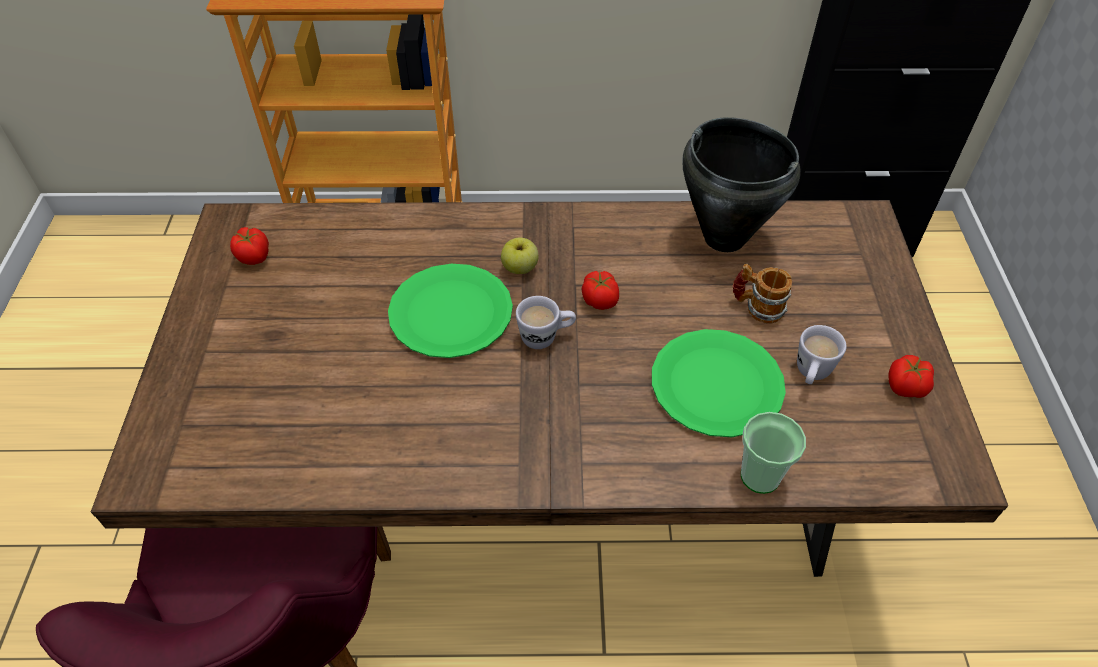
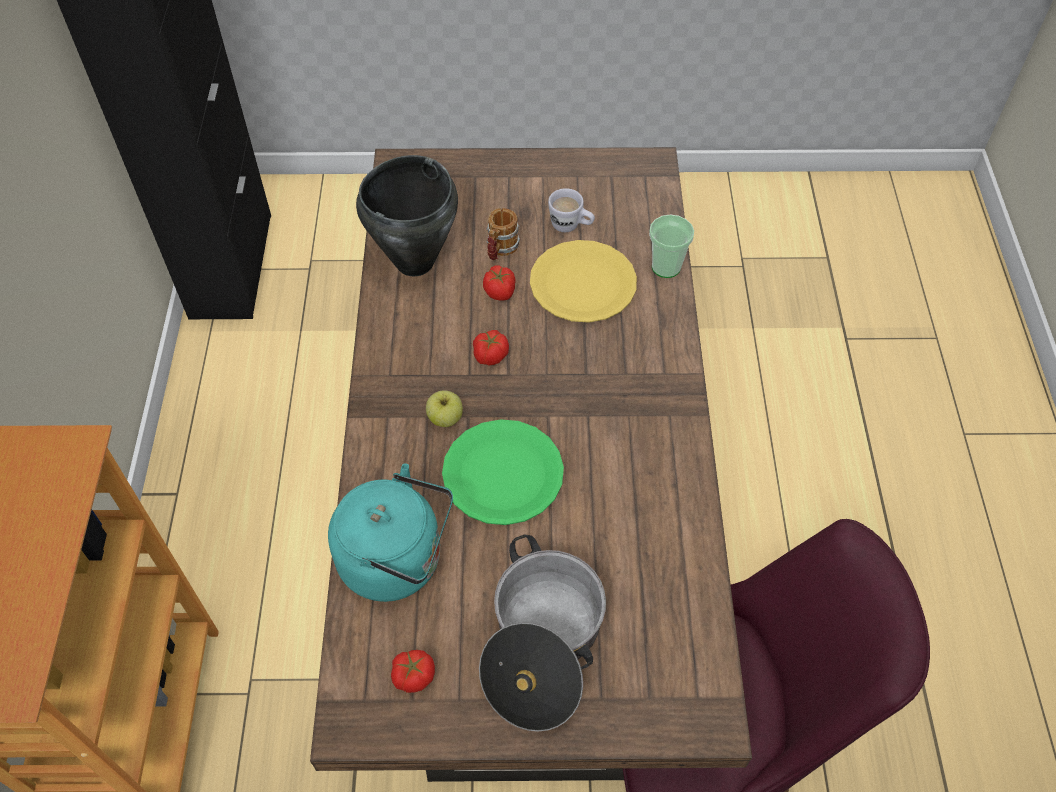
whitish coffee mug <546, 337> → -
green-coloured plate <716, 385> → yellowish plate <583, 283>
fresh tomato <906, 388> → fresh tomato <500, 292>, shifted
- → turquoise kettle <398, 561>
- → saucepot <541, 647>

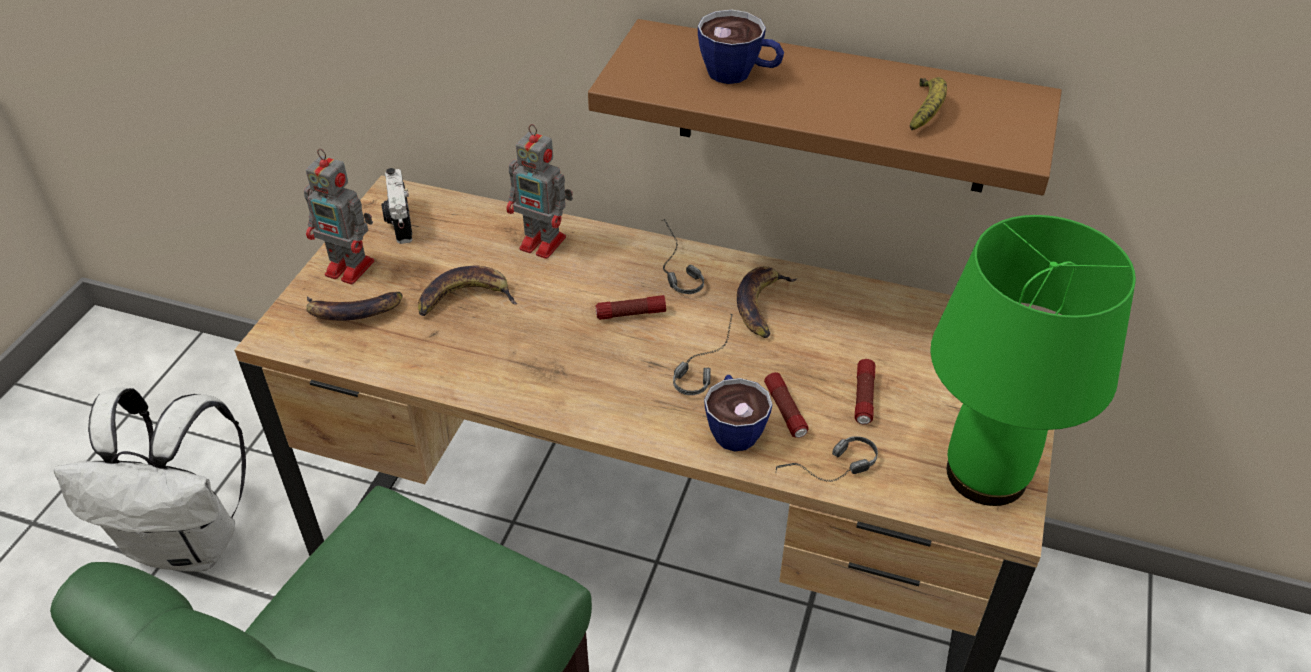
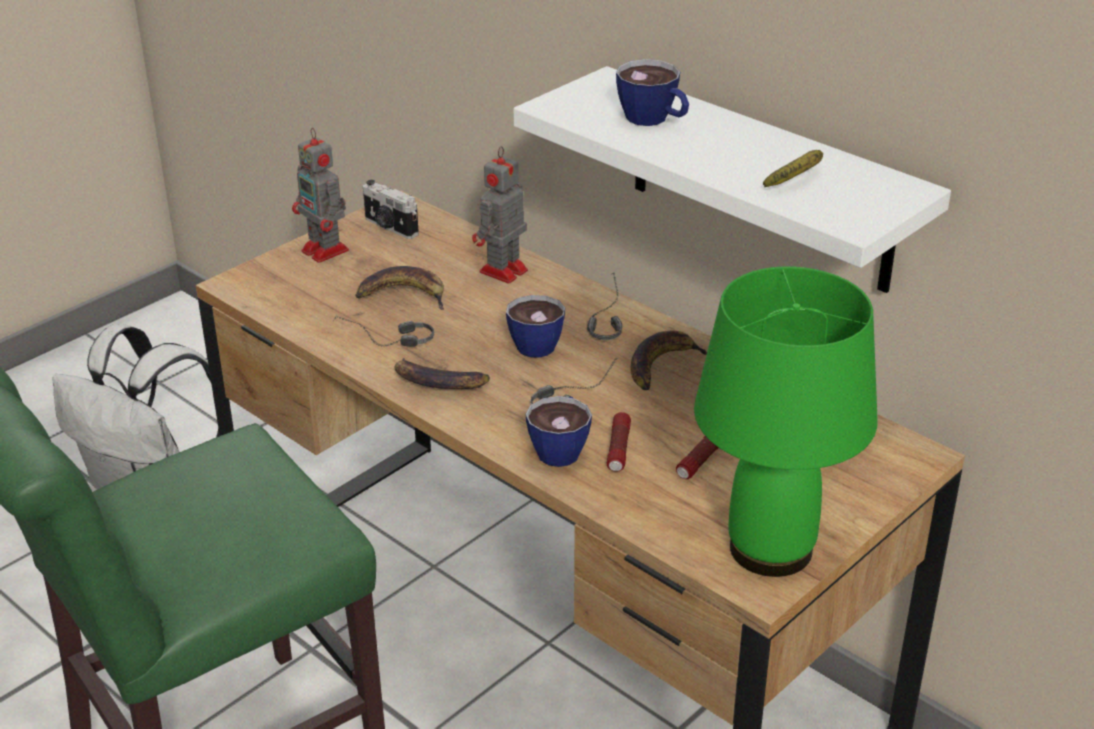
brown-coloured bracket shelf <833, 108> → whitish bracket shelf <760, 180>
robot figure <545, 243> → robot figure <502, 272>, 75 degrees clockwise
photo camera <399, 222> → photo camera <390, 227>, 60 degrees counterclockwise
banana <353, 312> → banana <437, 382>, shifted
hand torch <631, 314> → cup <537, 342>
headset <827, 473> → headset <385, 341>, shifted

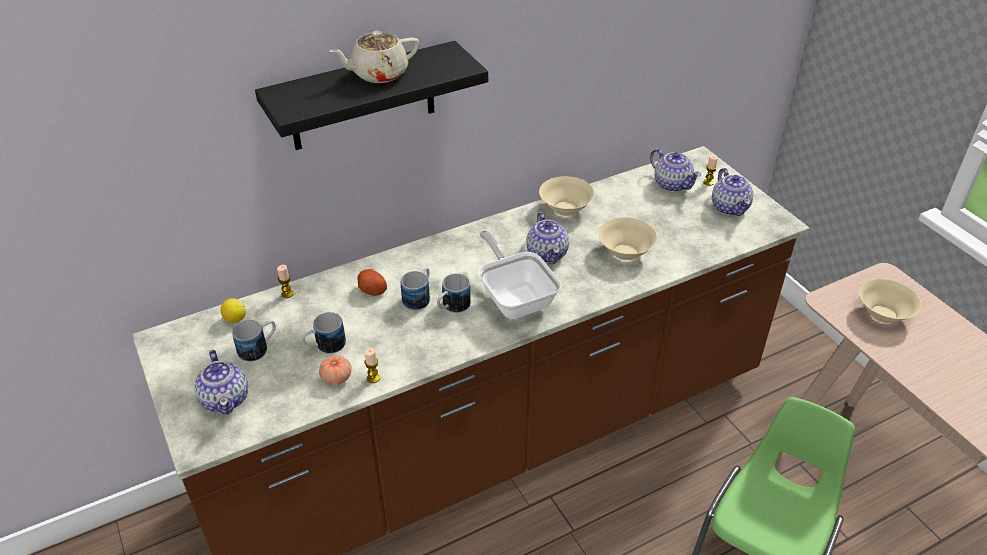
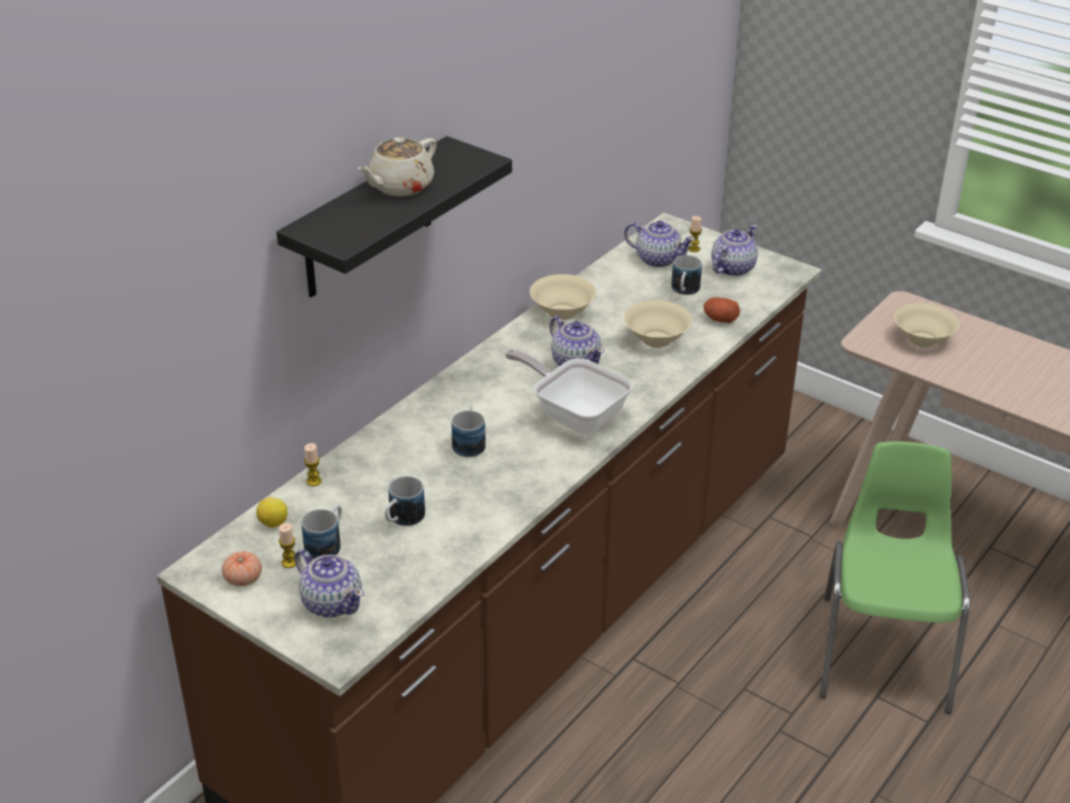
tea pot <730, 207> → tea pot <732, 268>, 105 degrees counterclockwise
spud <371, 289> → spud <719, 319>, shifted
coffee mug <452, 307> → coffee mug <684, 291>, shifted
wax light <373, 378> → wax light <289, 562>, shifted
fresh tomato <336, 377> → fresh tomato <243, 579>, shifted

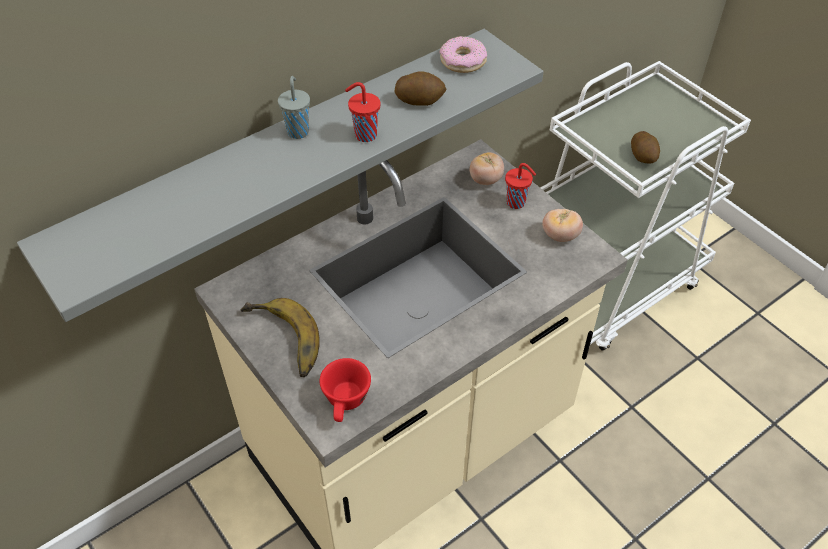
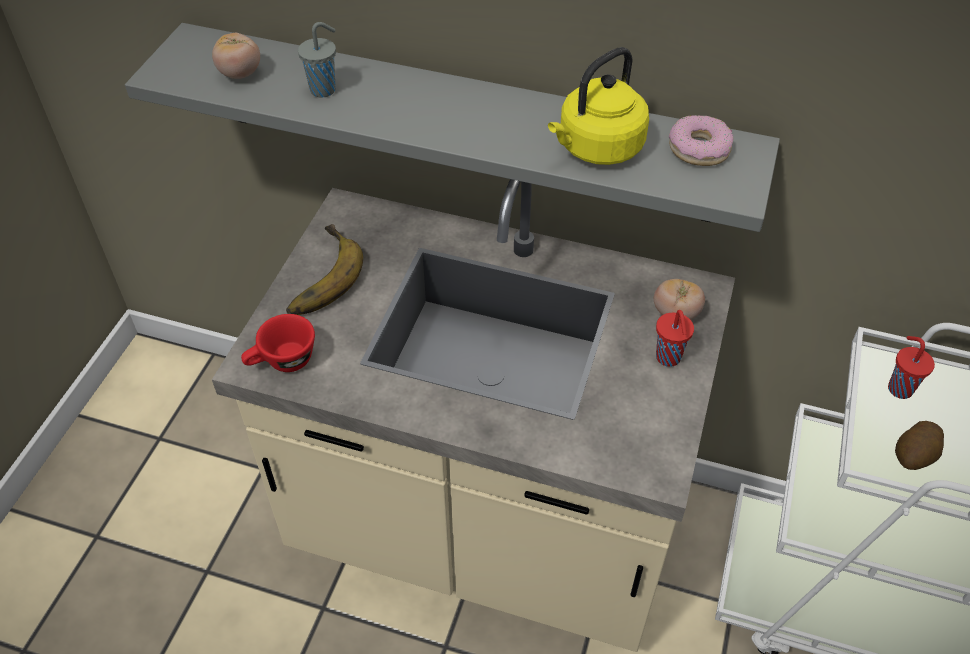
spud <420, 100> → yellowish kettle <597, 149>
grey cup <298, 131> → grey cup <324, 89>, shifted
reddish cup <364, 135> → reddish cup <899, 388>, shifted
fresh tomato <560, 236> → fresh tomato <240, 73>, shifted

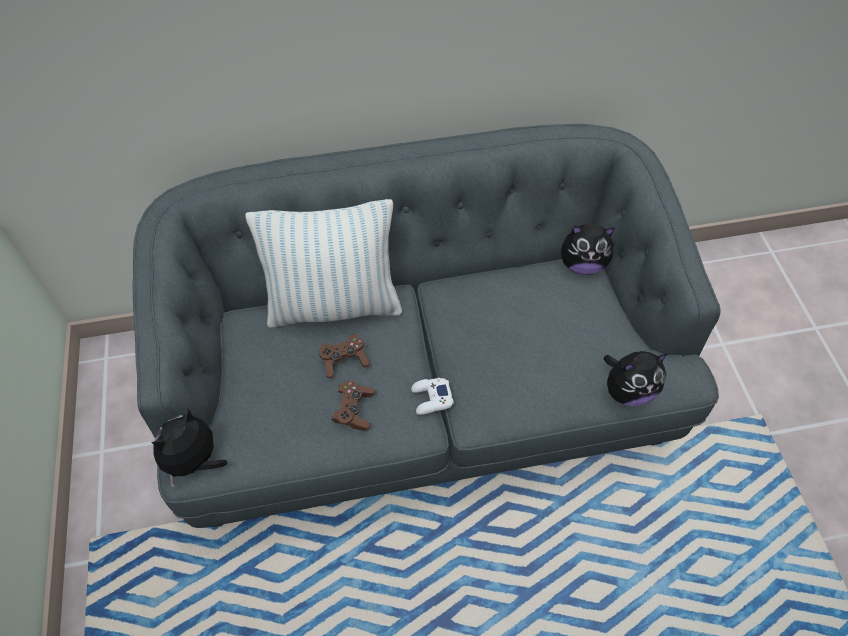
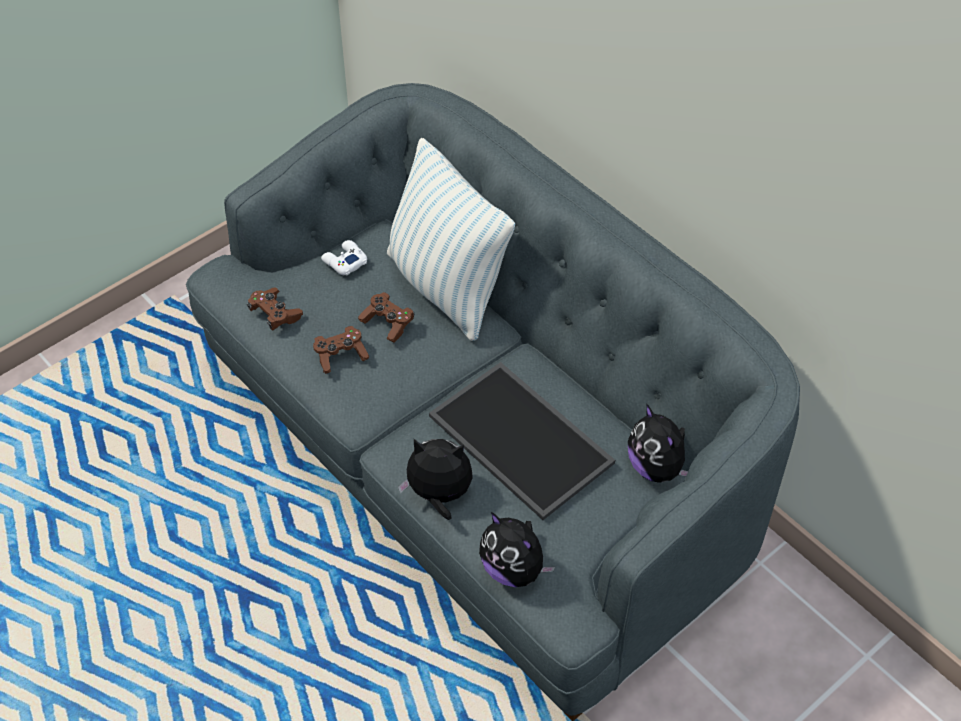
whitish game controller <431, 399> → whitish game controller <344, 261>, shifted
cuddly toy <194, 461> → cuddly toy <439, 495>, shifted
- → brown-coloured game controller <275, 314>
- → tray <524, 439>

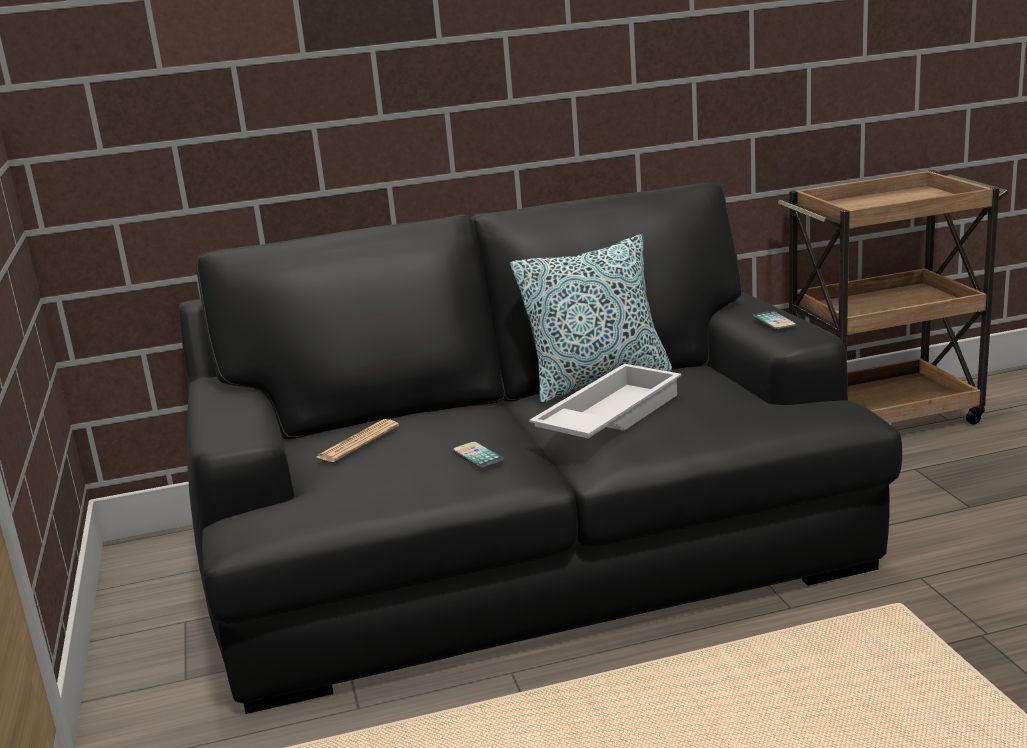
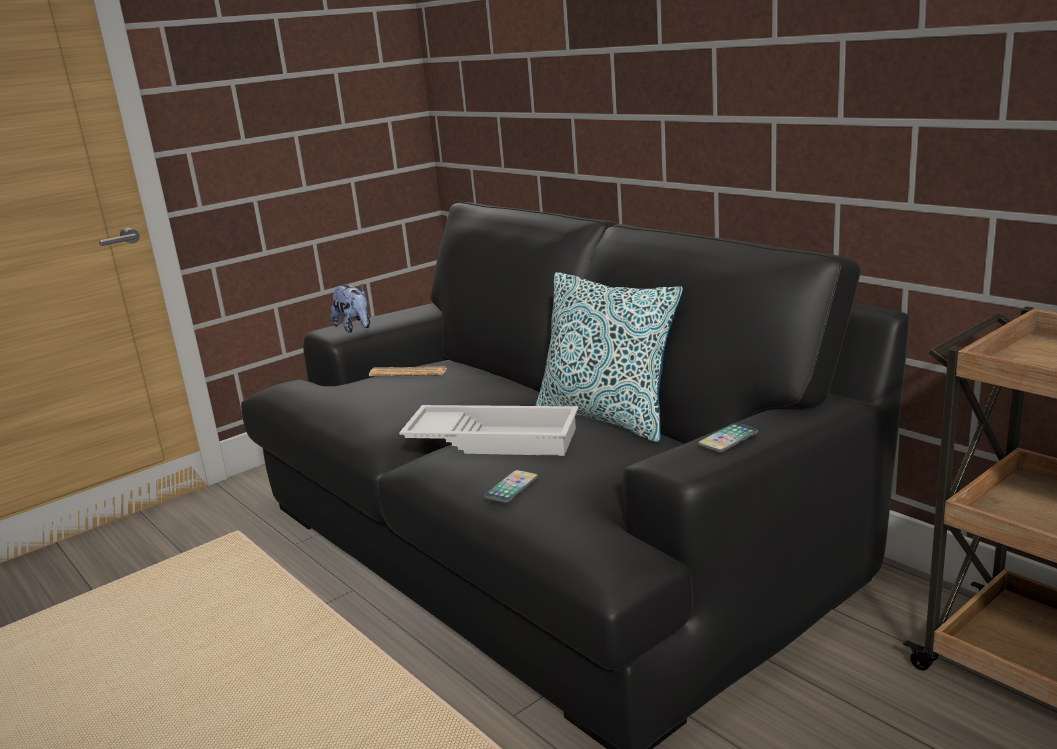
phone <477, 456> → phone <511, 488>, shifted
- → cuddly toy <355, 328>

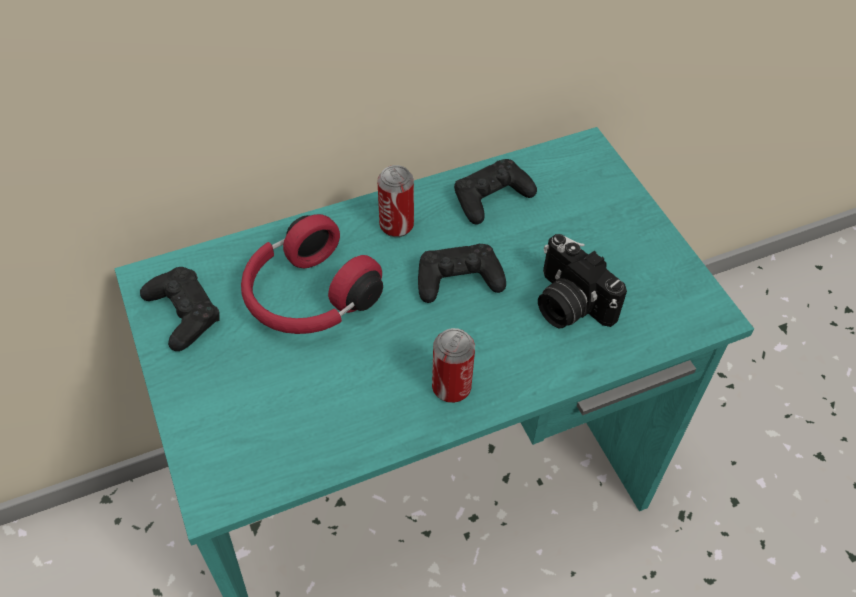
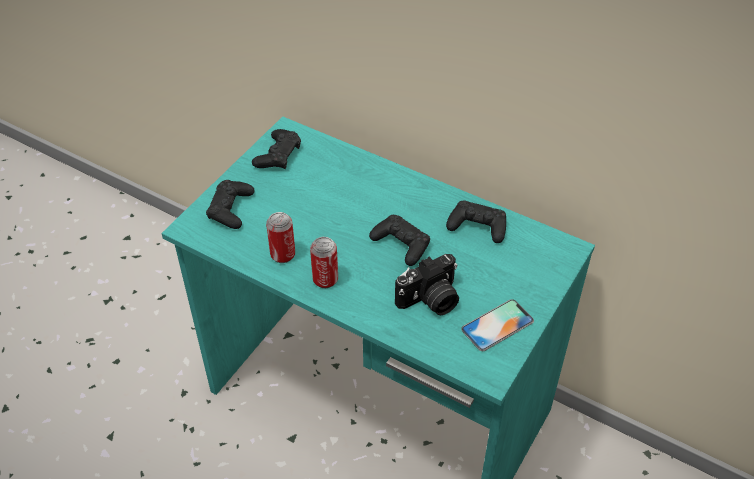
can <396, 226> → can <283, 255>, shifted
reddish headset <308, 298> → -
photo camera <568, 304> → photo camera <430, 300>, 135 degrees counterclockwise
- → blackish game controller <230, 209>
- → phone <497, 325>

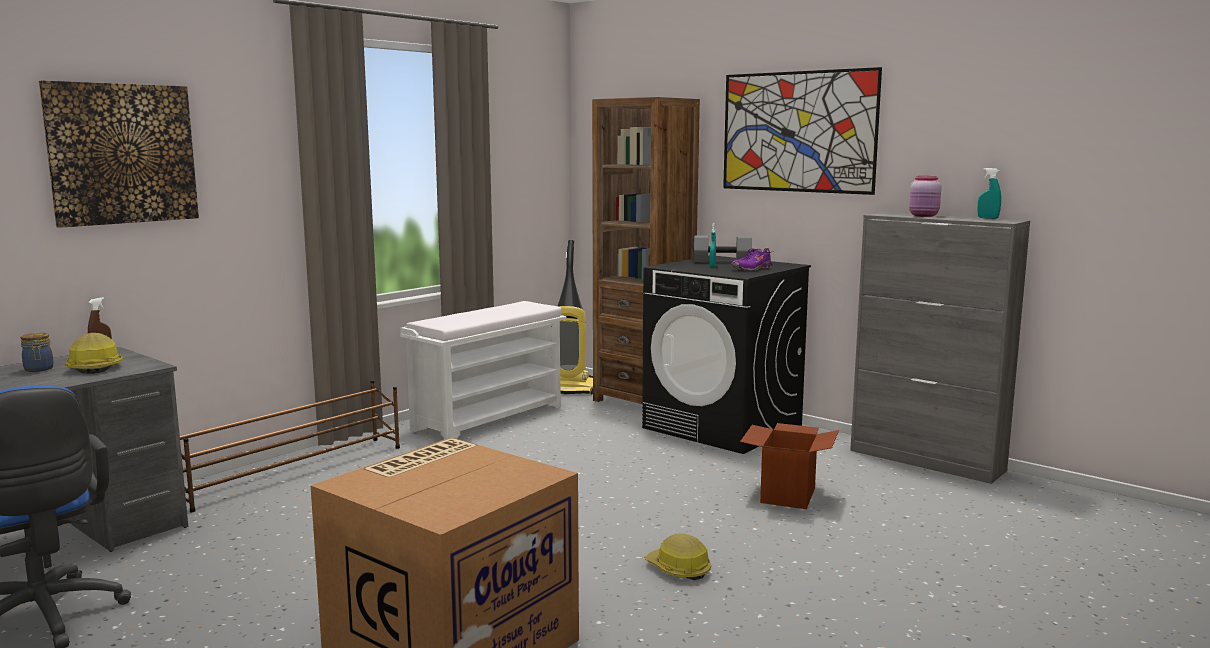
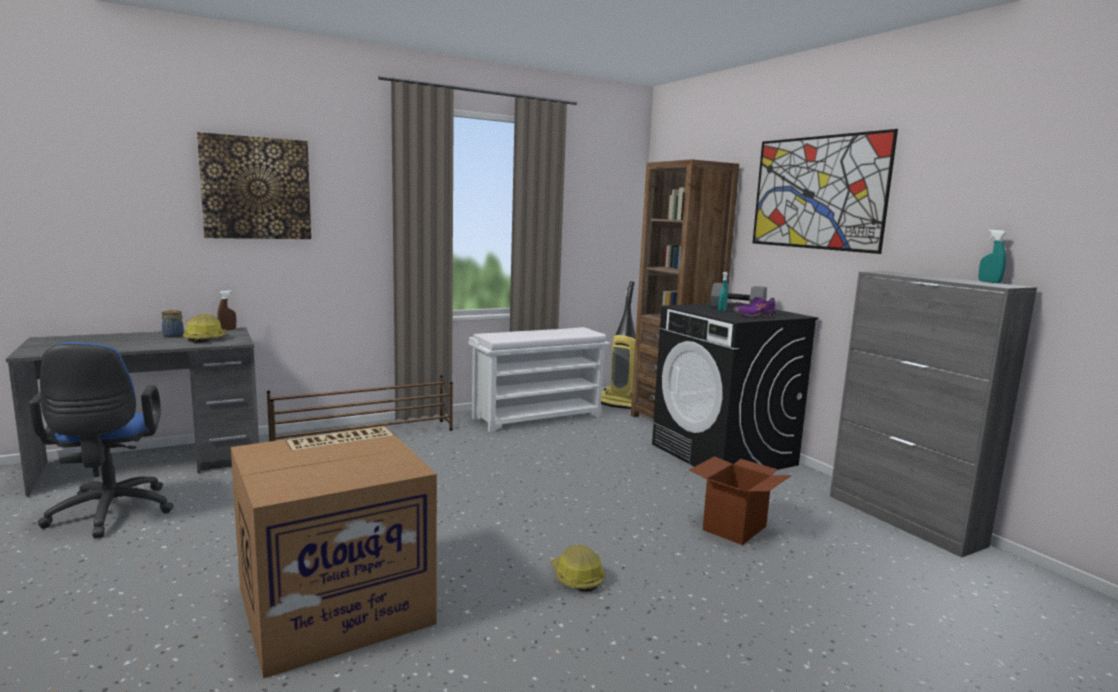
pink storage jar <924, 216> → -

